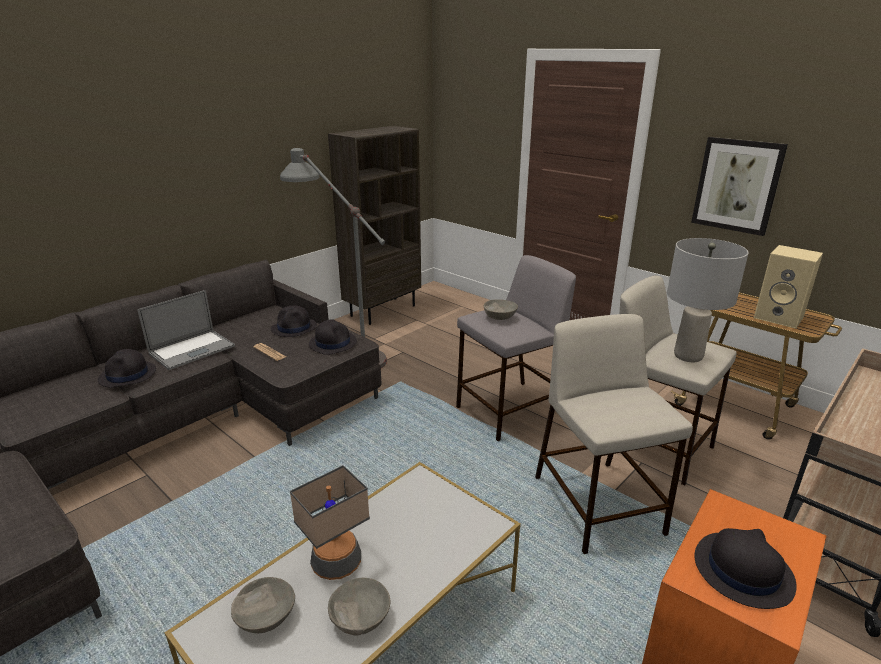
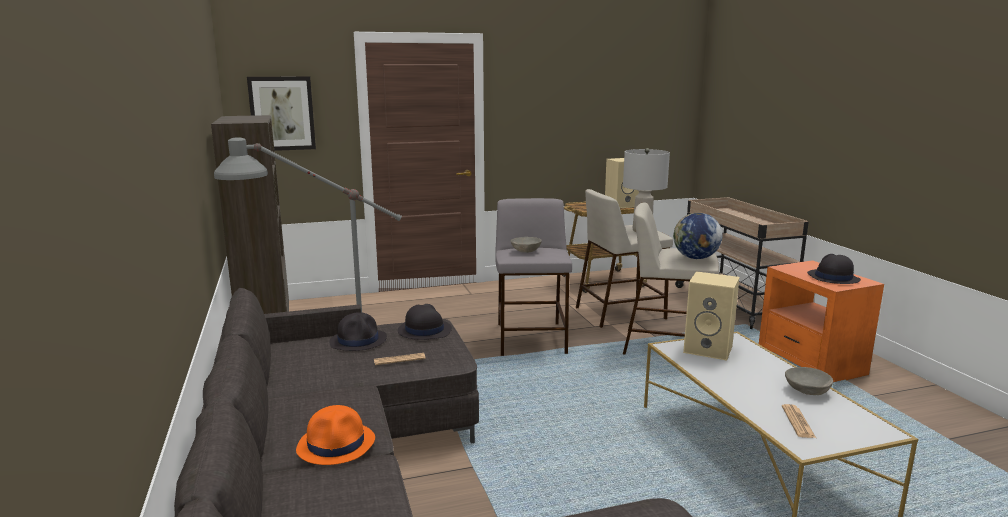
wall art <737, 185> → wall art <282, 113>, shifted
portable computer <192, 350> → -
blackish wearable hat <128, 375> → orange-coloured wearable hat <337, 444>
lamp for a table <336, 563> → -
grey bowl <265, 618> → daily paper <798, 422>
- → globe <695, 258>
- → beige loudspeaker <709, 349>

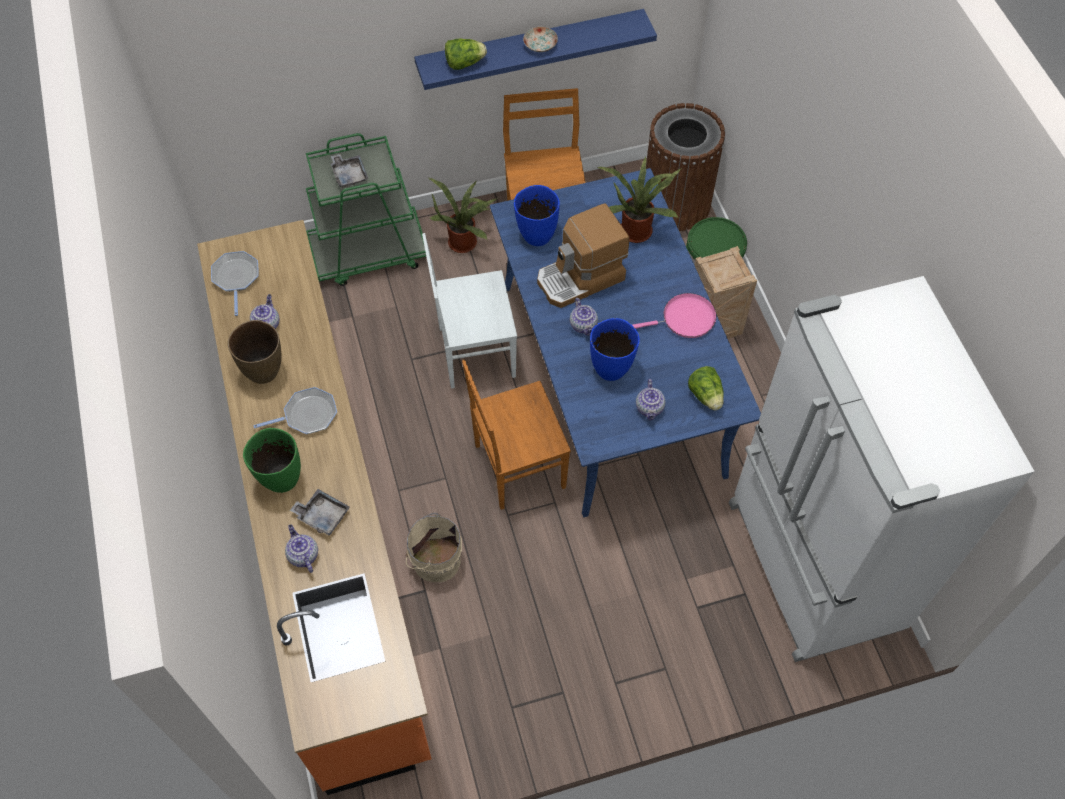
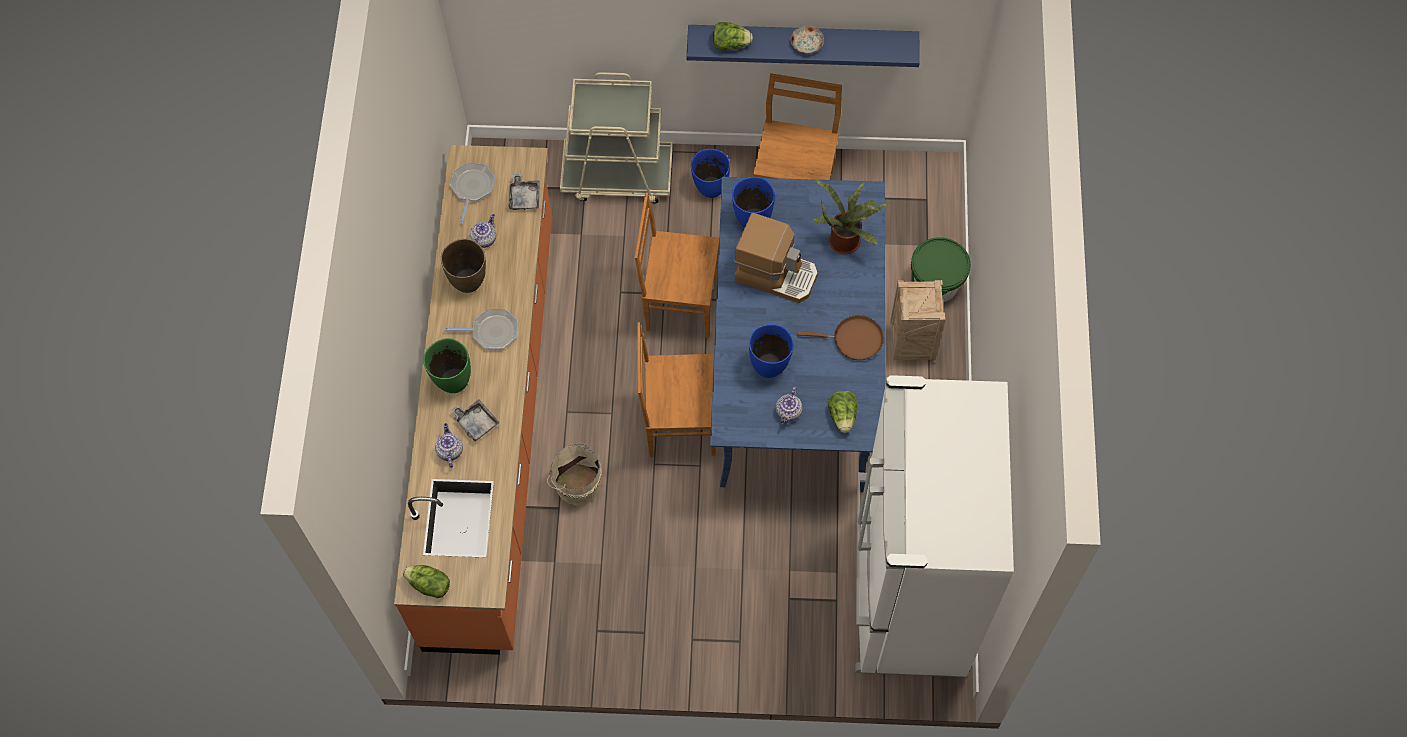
brown-coloured waste bin <675, 204> → -
green-coloured wheeled cart <369, 253> → beige wheeled cart <618, 175>
grey tray <349, 174> → grey tray <524, 197>, shifted
houseplant <464, 241> → blue-coloured decorative vase <710, 188>
coffee machine <581, 279> → coffee machine <776, 273>, 150 degrees counterclockwise
whitish plain chair <474, 352> → brown-coloured plain chair <679, 302>
pink pan <684, 319> → brown-coloured pan <853, 339>
tea pot <583, 325> → -
- → head of lettuce <429, 585>

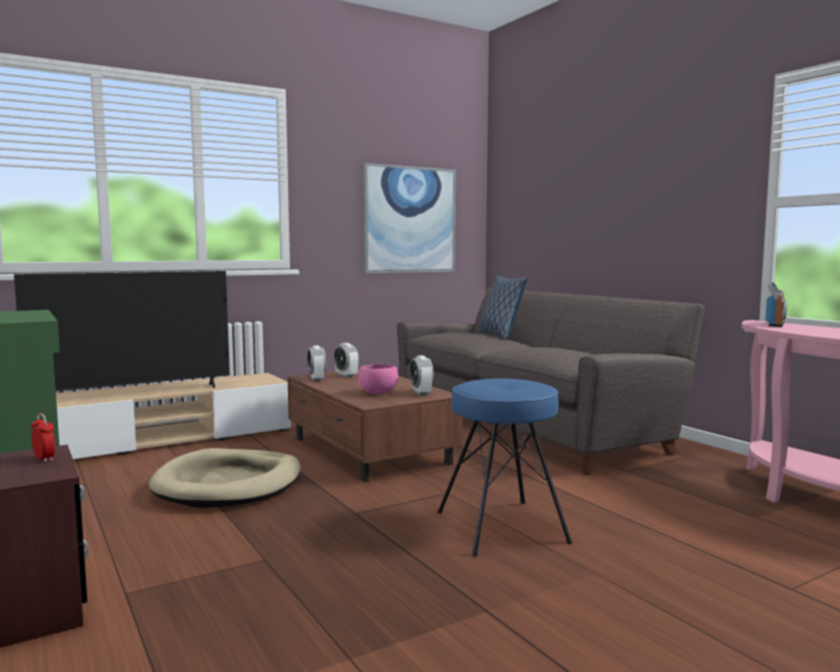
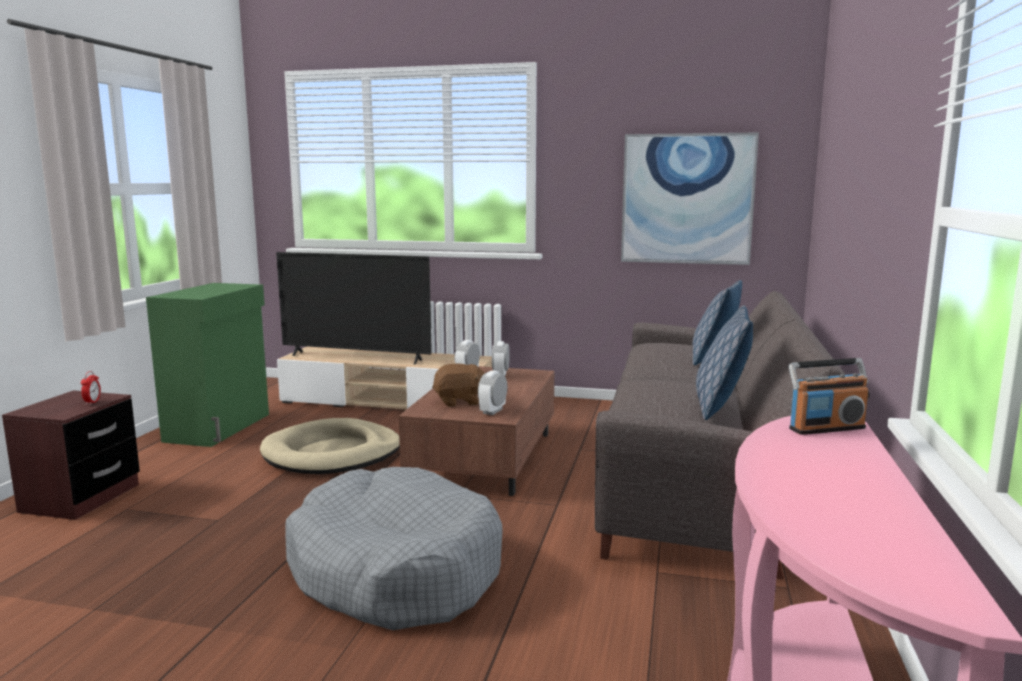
pink bowl <377, 393> → brown-coloured cuddly toy <460, 401>
blue-coloured sitting stool <502, 526> → grey pet bed <395, 570>
- → throw pillow <720, 406>

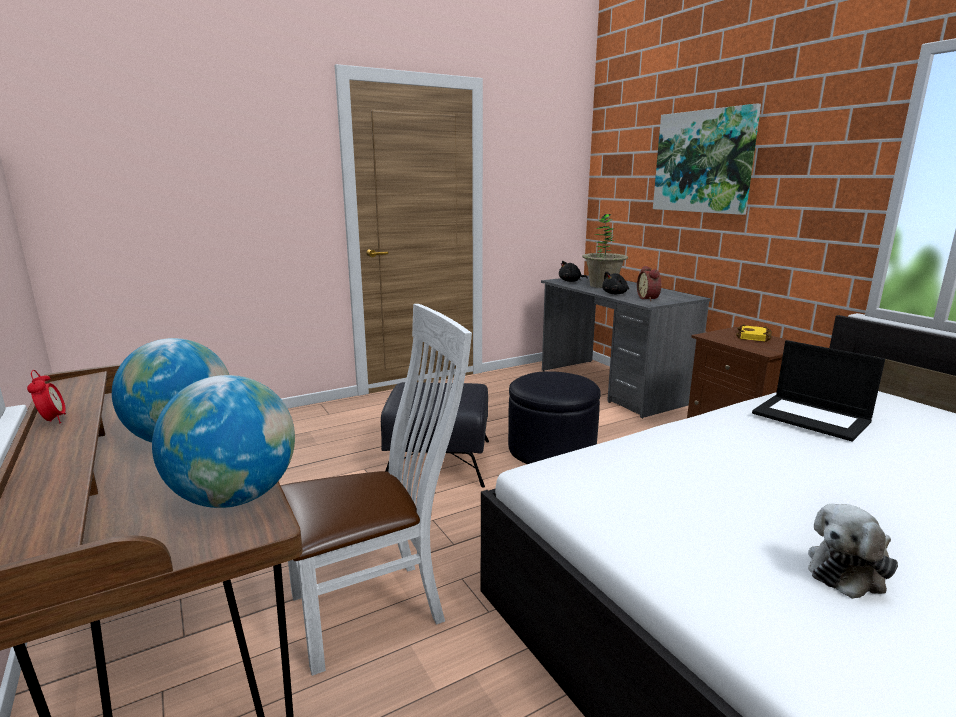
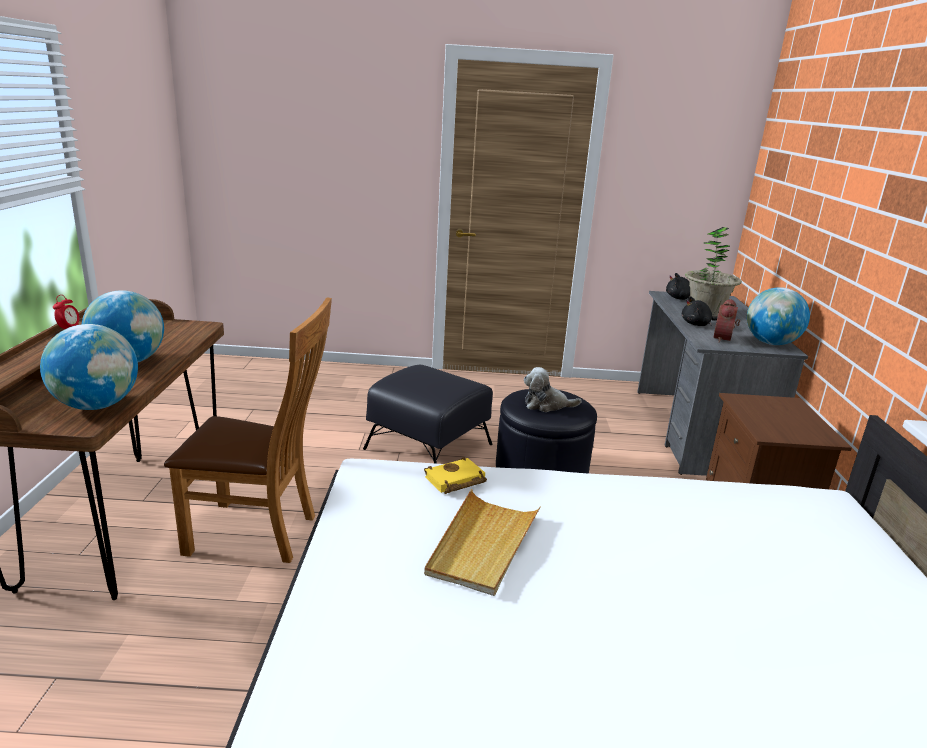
wall art <703, 162> → -
whitish plain chair <377, 607> → brown-coloured plain chair <260, 533>
yellowish book <754, 337> → yellowish book <454, 481>, shifted
portable computer <812, 417> → -
cuddly toy <849, 570> → cuddly toy <546, 405>, shifted
- → globe <771, 343>
- → beige tray <483, 544>

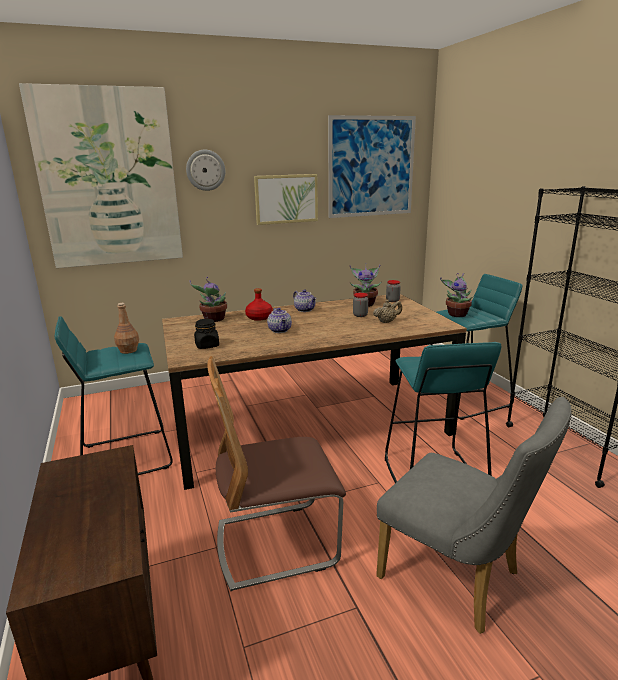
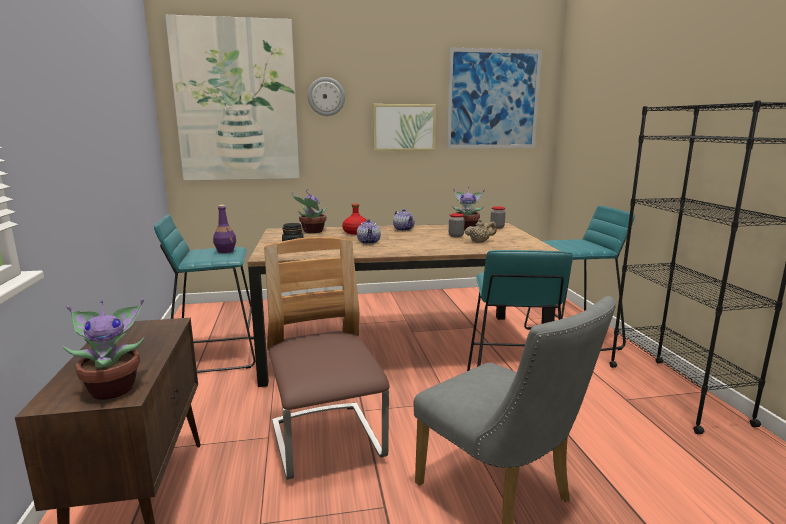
houseplant <456, 314> → houseplant <114, 388>, shifted
brown-coloured bottle <128, 350> → purple-coloured bottle <226, 251>
plain chair <276, 543> → plain chair <326, 441>, 75 degrees clockwise

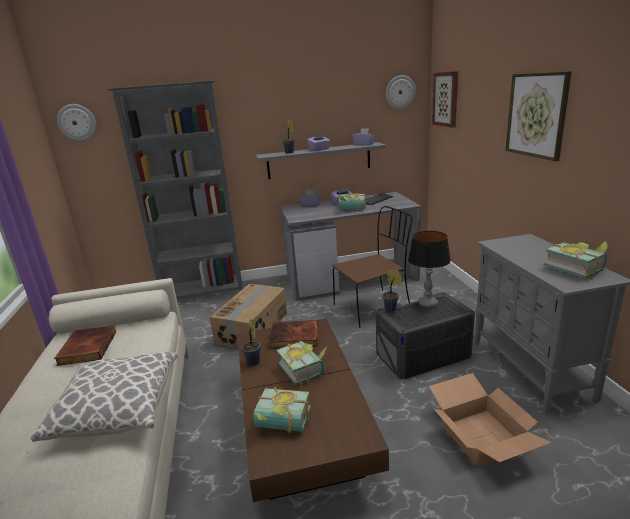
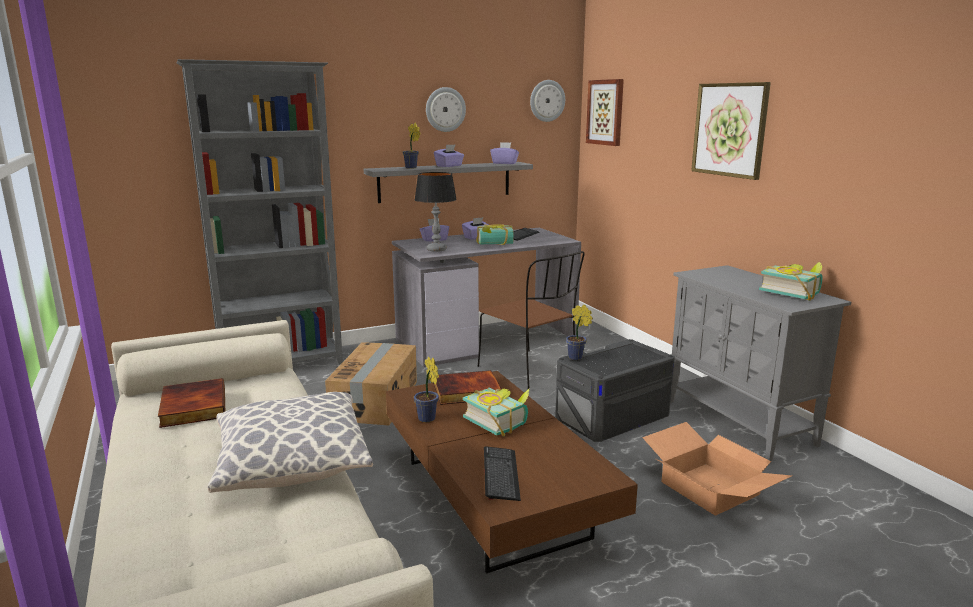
wall clock <77, 122> → wall clock <445, 109>, shifted
brown-coloured plain chair <373, 307> → brown-coloured plain chair <530, 370>, 90 degrees clockwise
lamp for a table <427, 304> → lamp for a table <436, 249>, shifted
book <282, 425> → computer keyboard <501, 474>

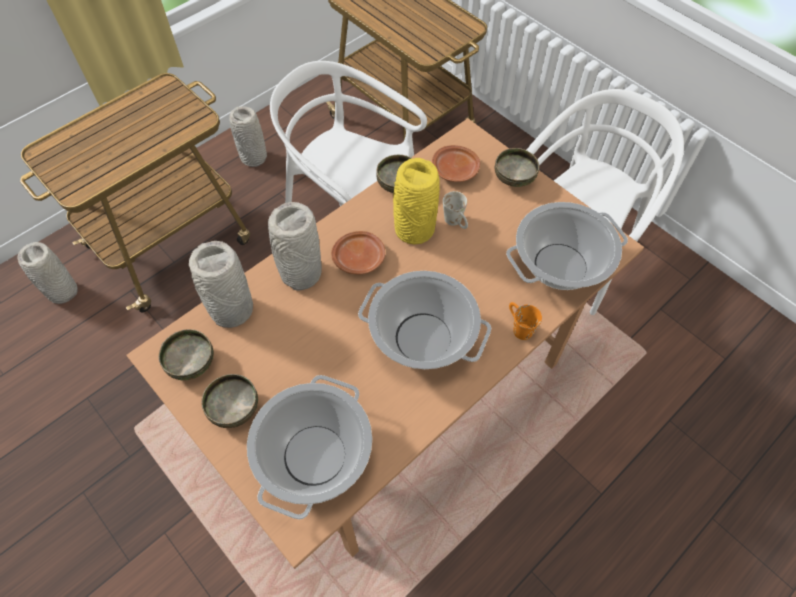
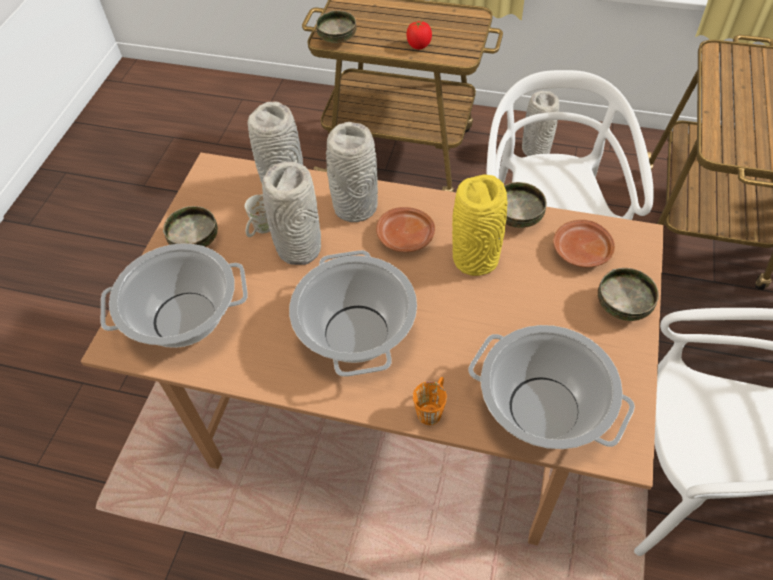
whitish coffee mug <456, 222> → whitish coffee mug <260, 231>, shifted
grey decorative vase <63, 292> → grey decorative vase <298, 249>, shifted
bowl <191, 363> → bowl <337, 39>, shifted
- → fresh tomato <419, 46>

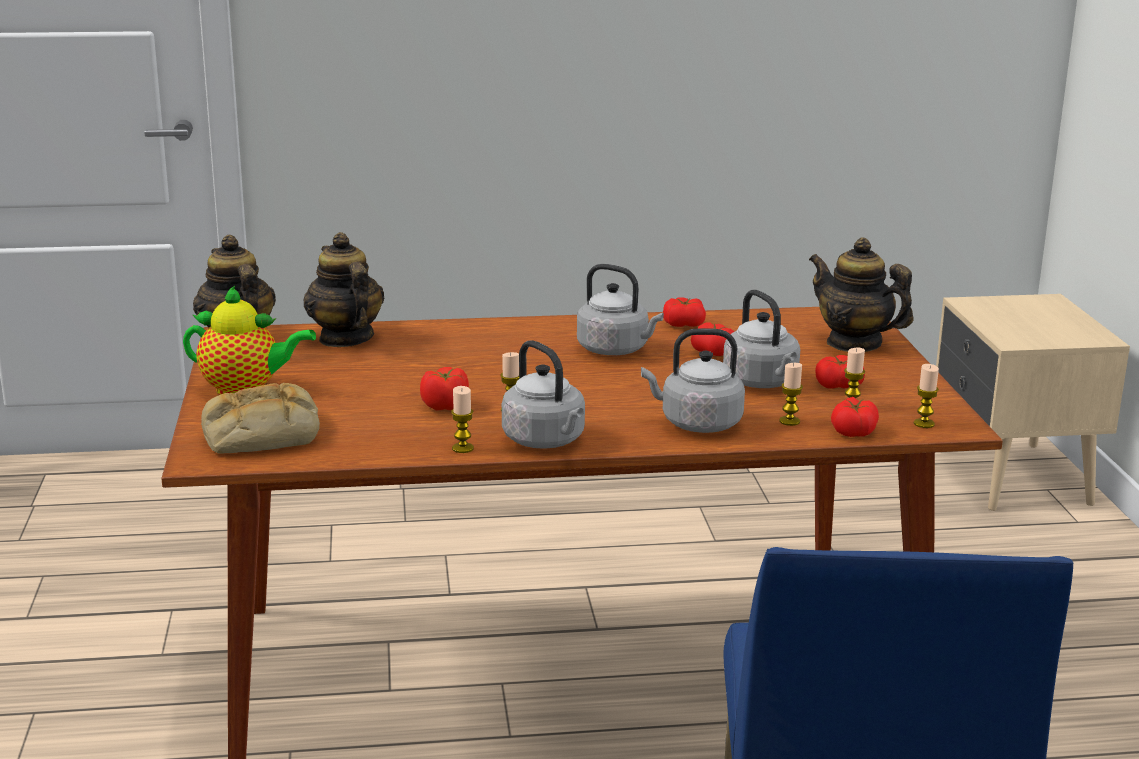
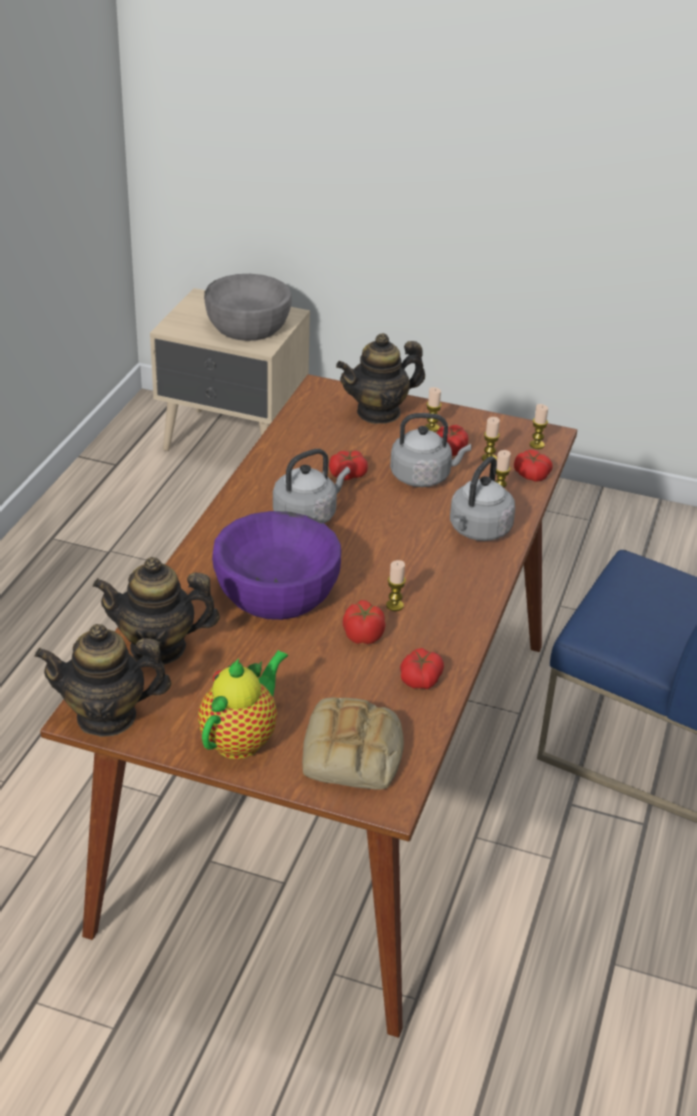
fresh tomato <683, 324> → fresh tomato <420, 678>, shifted
grey kettle <546, 441> → -
wax light <462, 448> → wax light <432, 428>, shifted
- → grey bowl <248, 326>
- → purple-coloured bowl <276, 591>

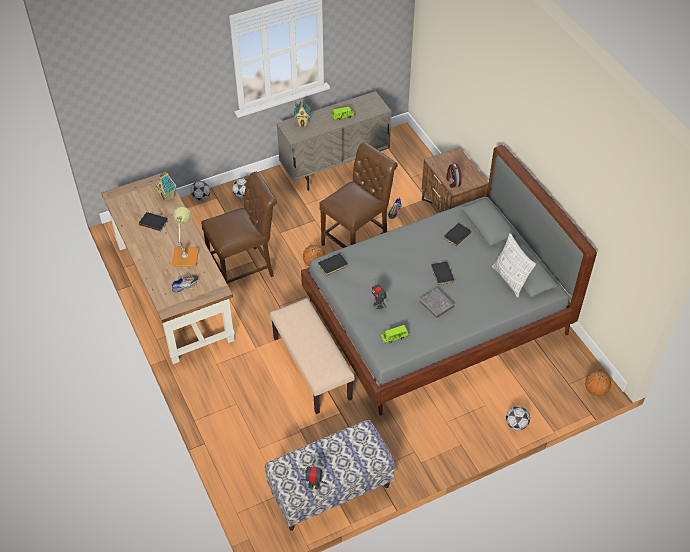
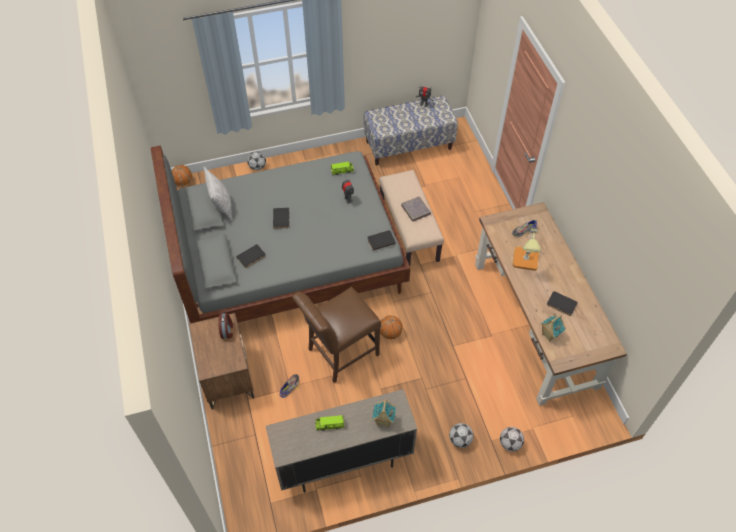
brown-coloured plain chair <245, 269> → -
grey book <436, 304> → grey book <415, 210>, shifted

